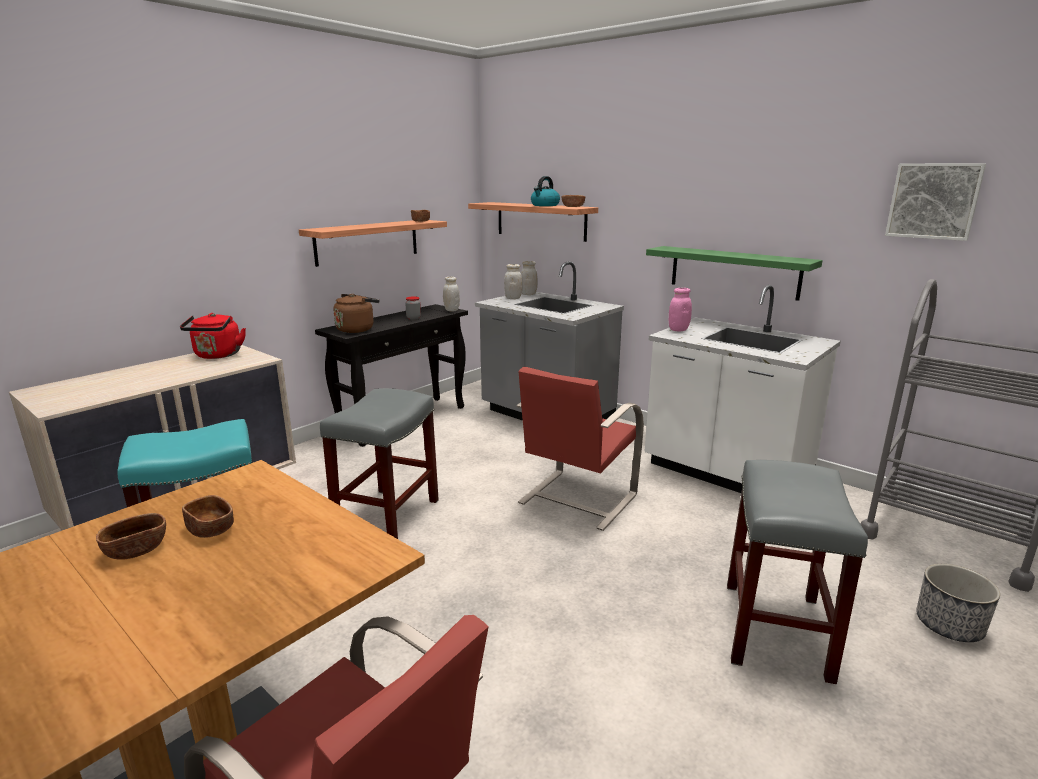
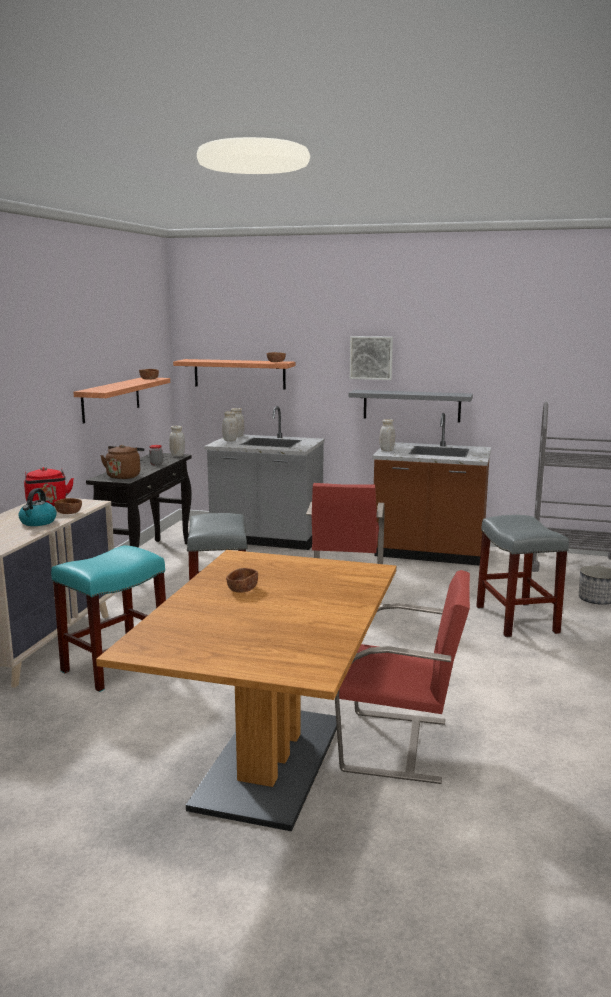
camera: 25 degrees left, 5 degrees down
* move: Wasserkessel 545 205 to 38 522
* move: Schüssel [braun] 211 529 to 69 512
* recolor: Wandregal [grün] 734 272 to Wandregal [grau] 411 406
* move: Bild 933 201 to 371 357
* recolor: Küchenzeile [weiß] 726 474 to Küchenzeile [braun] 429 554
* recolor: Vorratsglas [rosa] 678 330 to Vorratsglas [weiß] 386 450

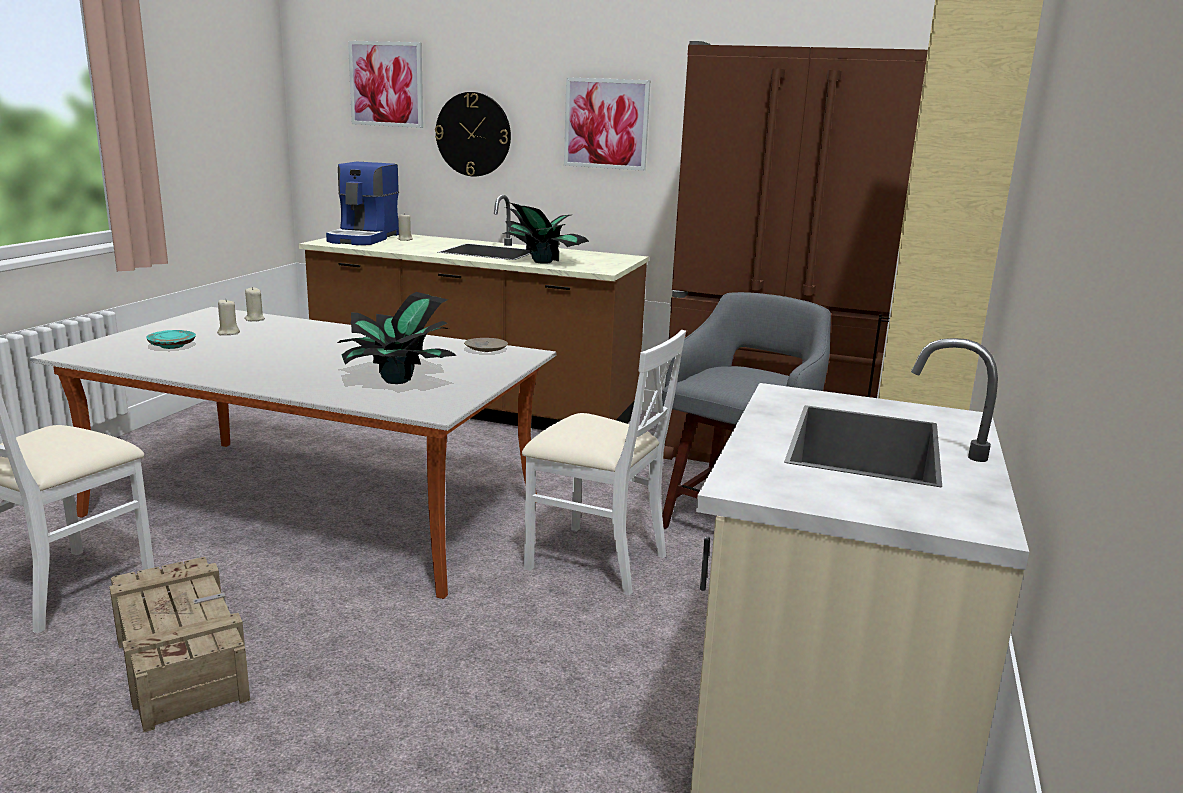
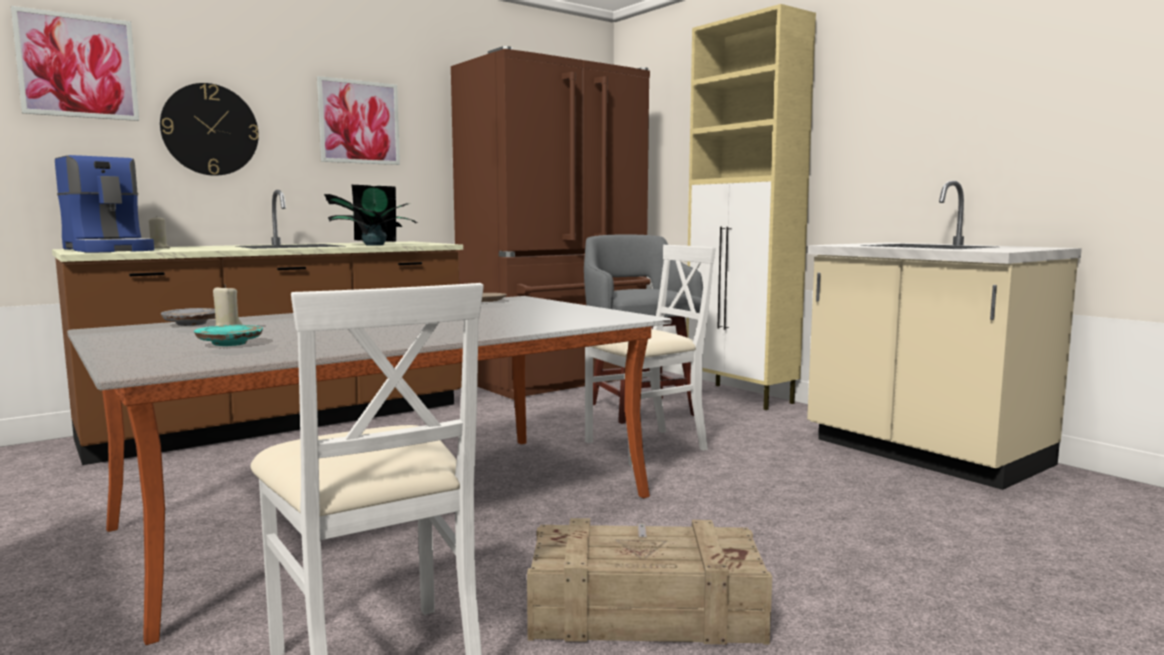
camera: 55 degrees left, 10 degrees down
* replace: Kerze [beige] 254 319 to Teller [grau] 192 324
* delete: Topfpflanze 397 381

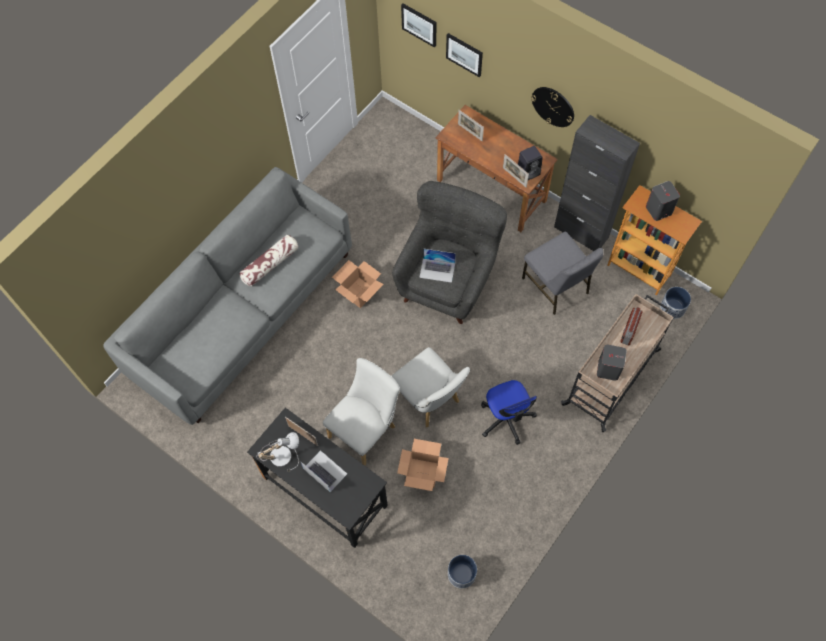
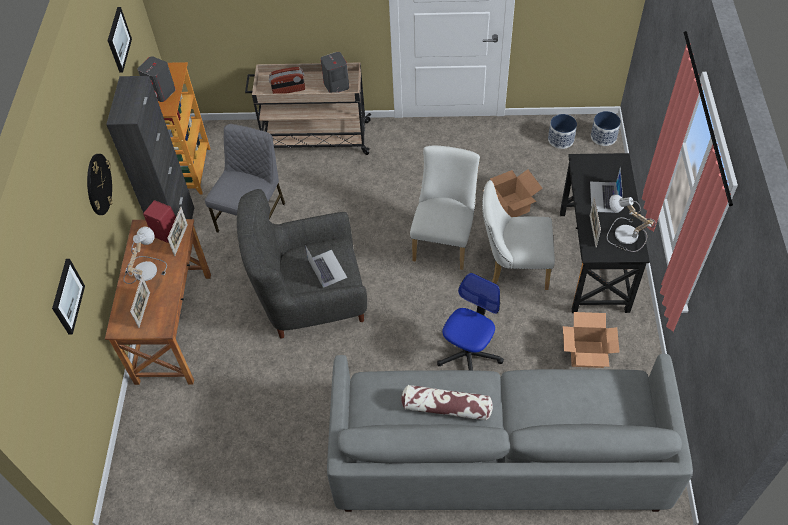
camera: 125 degrees left, 10 degrees down
* move: Bild 419 24 to 118 39
* insert: Tischlampe 144 270
* recolor: Lautsprecher [schwarz] 529 172 to Lautsprecher [rot] 165 232
* move: Bürostuhl 506 419 to 468 354
* move: Karton 359 293 to 587 354
* move: Pflanzkübel 672 308 to 603 136

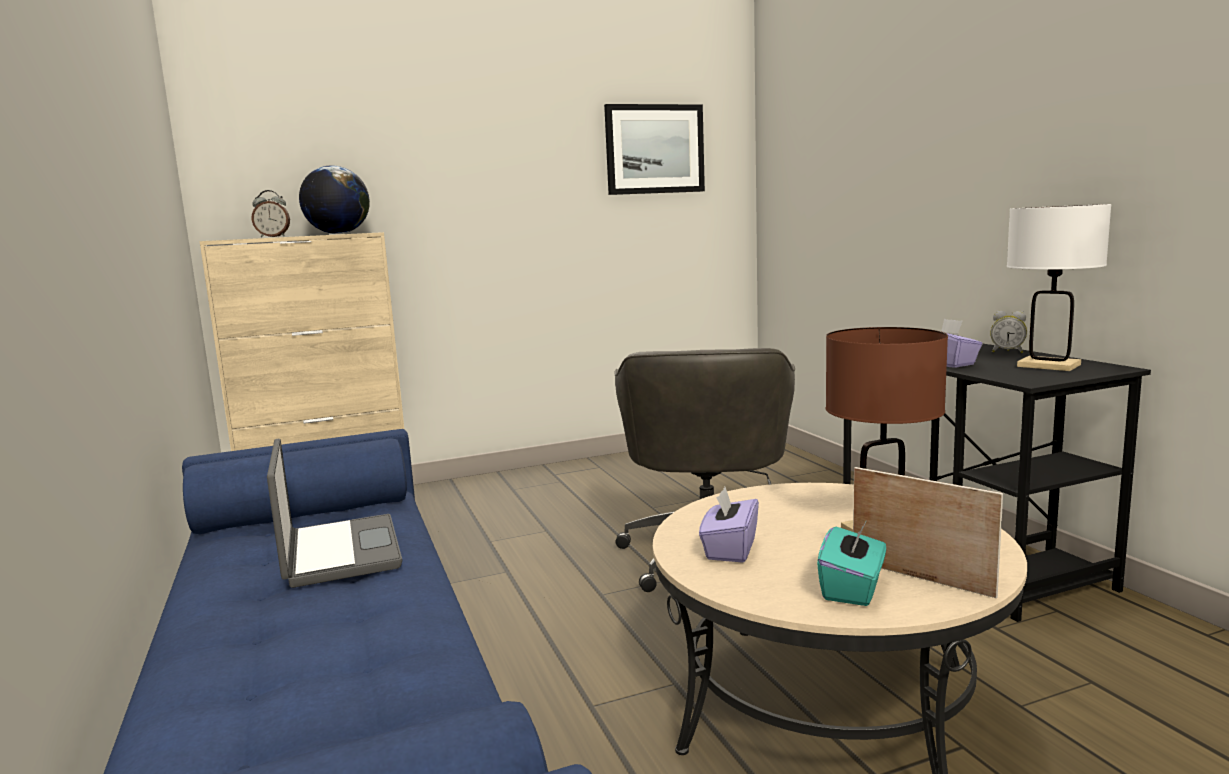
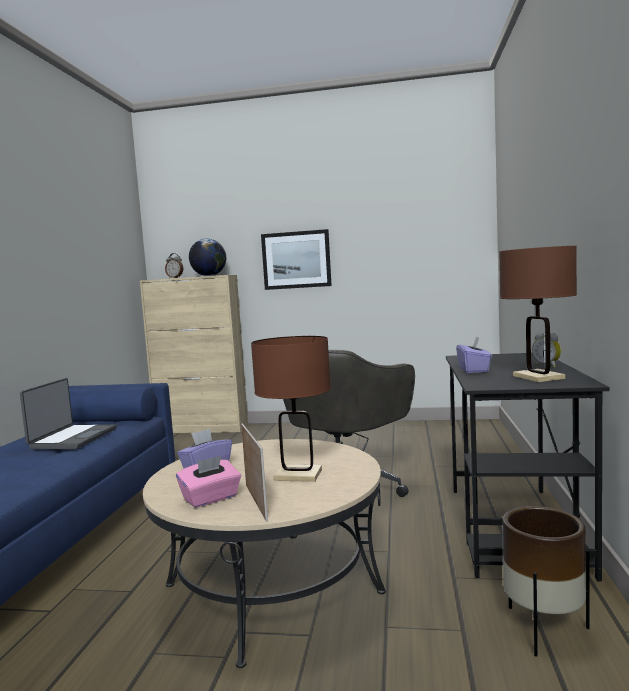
camera: 30 degrees right, 5 degrees down
* recolor: Taschentuchbox [türkis] 852 589 to Taschentuchbox [rosa] 211 499
* move: Bild 654 149 to 296 260
* recolor: Tischlampe [weiß] 1048 365 to Tischlampe [braun] 538 377
* insert: Pflanzkübel [braun] 543 629

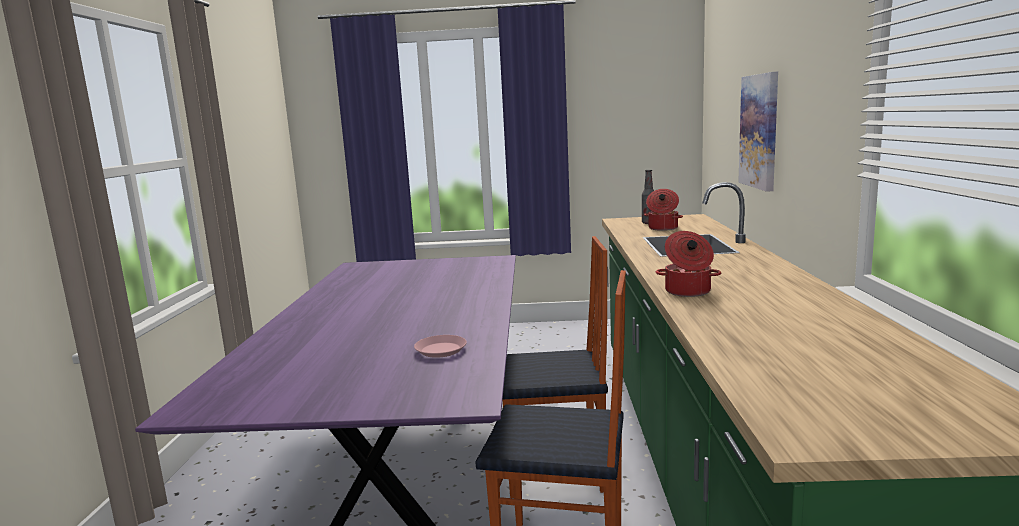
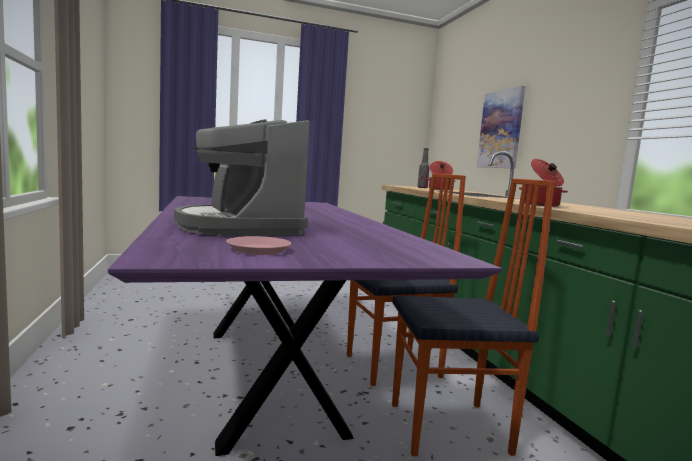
camera: 20 degrees left, 5 degrees down
* insert: Kaffeemaschine 240 227
* move: Teller [rosa] 441 350 to 258 250

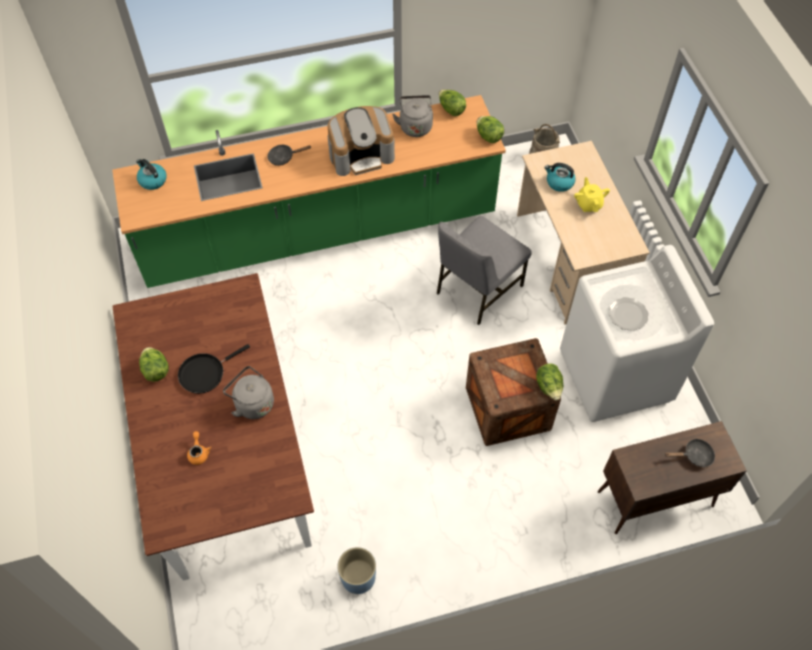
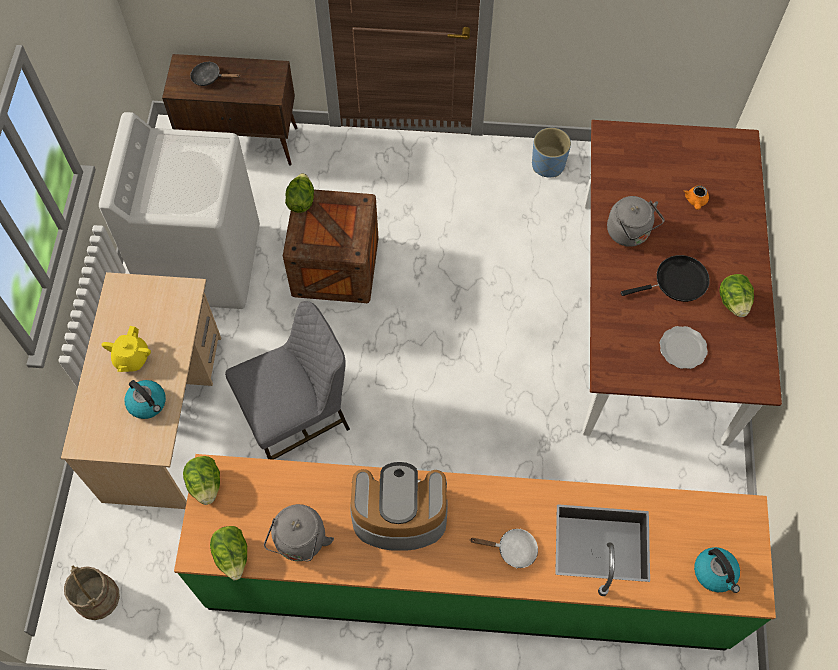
camera: 160 degrees left, 5 degrees up
* recolor: Pfanne [schwarz] 284 157 to Pfanne [weiß] 512 550
* move: Teller 628 314 to 682 348

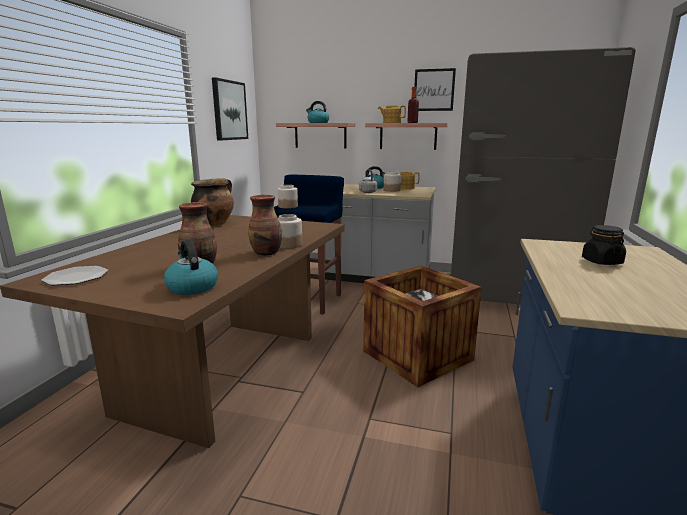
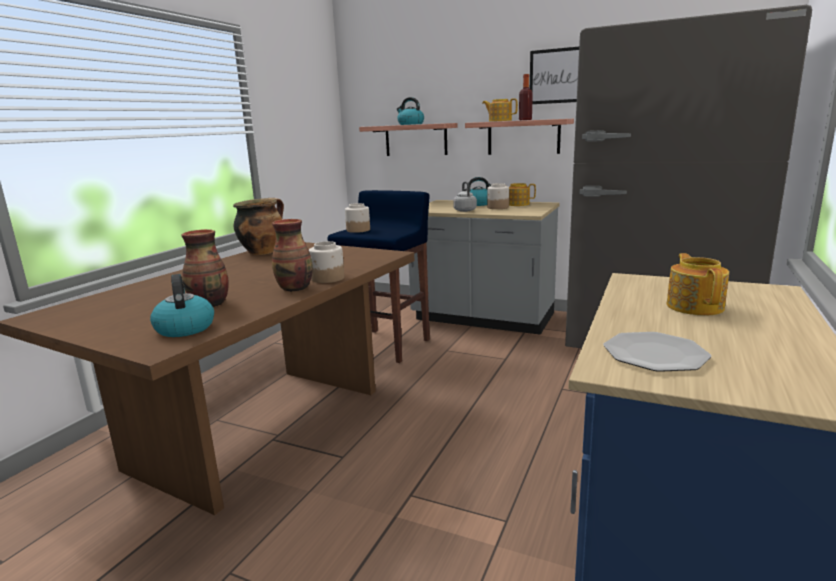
camera: 10 degrees right, 0 degrees up
* move: Teller 76 277 to 655 354
* replace: Vorratsglas [schwarz] 601 261 to Teekanne 695 306
* delete: Bild 229 110
* delete: Kiste 417 355

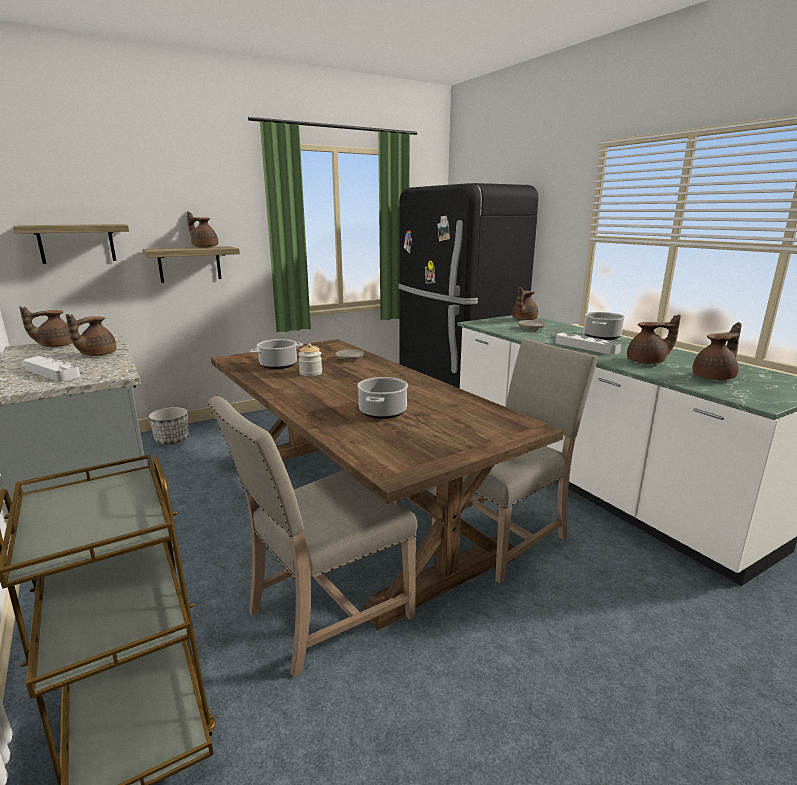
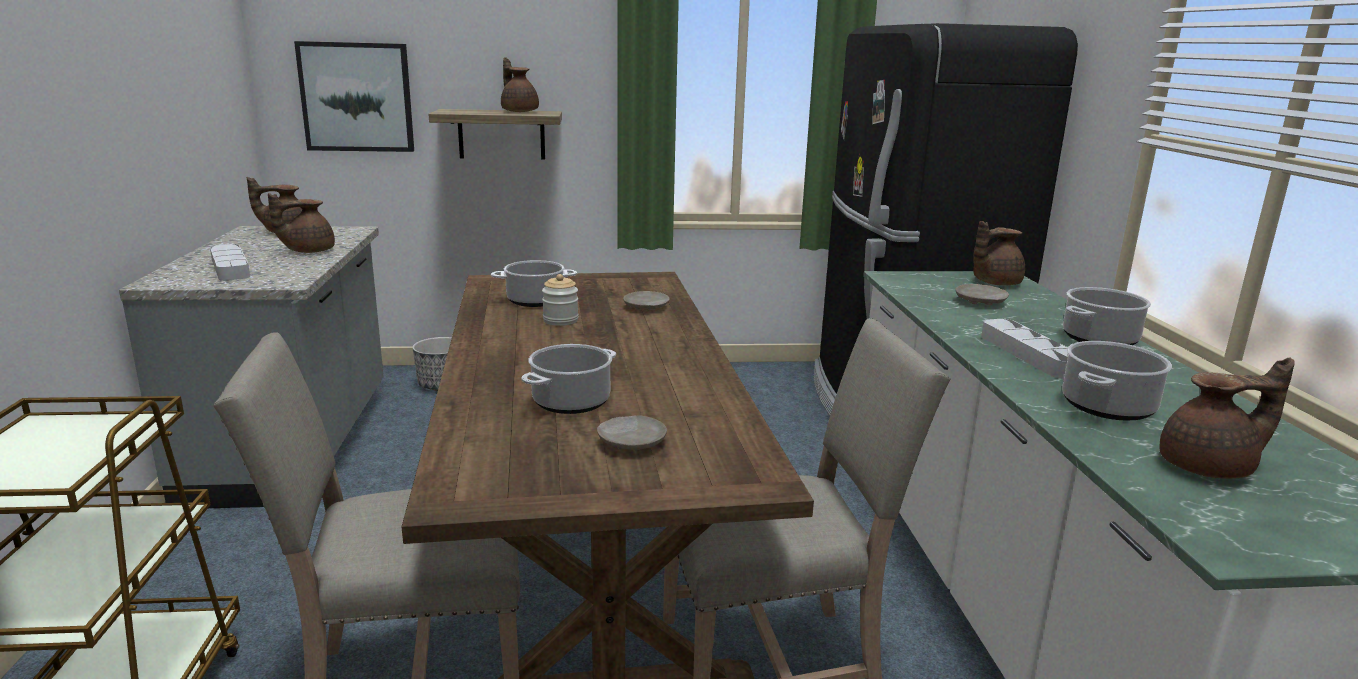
camera: 25 degrees right, 0 degrees up
* replace: Wandregal 76 243 to Bild 357 97
* insert: Teller [beige] 632 443
* replace: Teekanne [braun] 647 362 to Kochtopf 1108 407

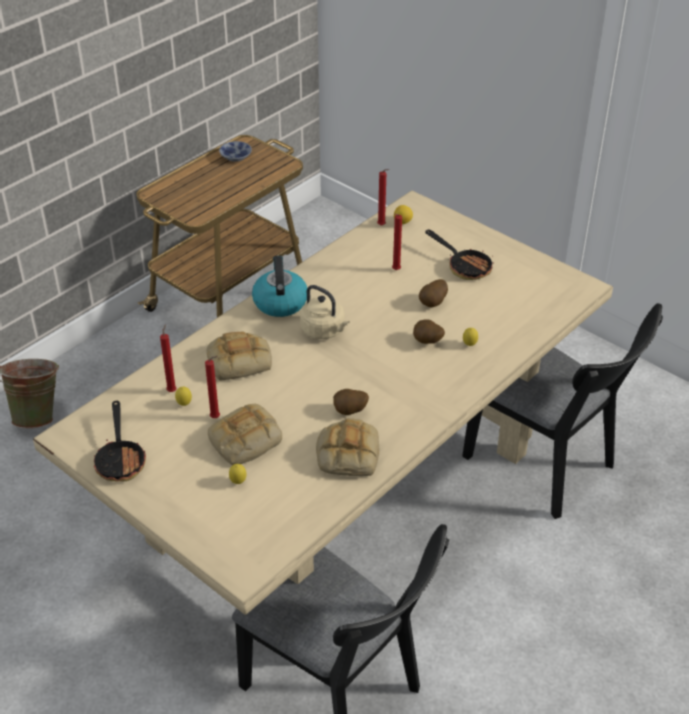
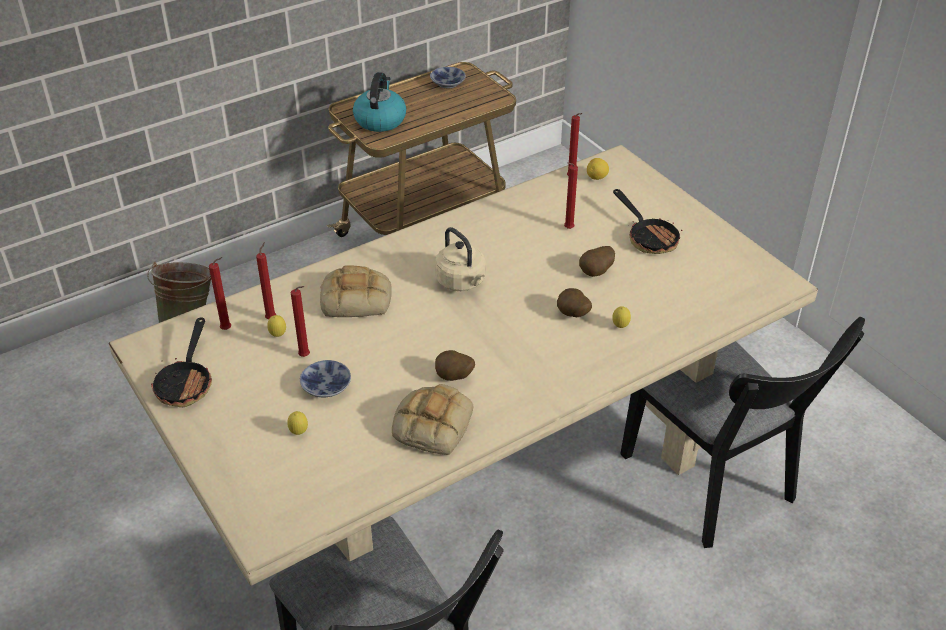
camera: 15 degrees right, 0 degrees up
* insert: Kerze [rot] 228 329
* replace: Brot 245 441 to Schüssel 325 388
* move: Wasserkessel 280 302 to 380 120

